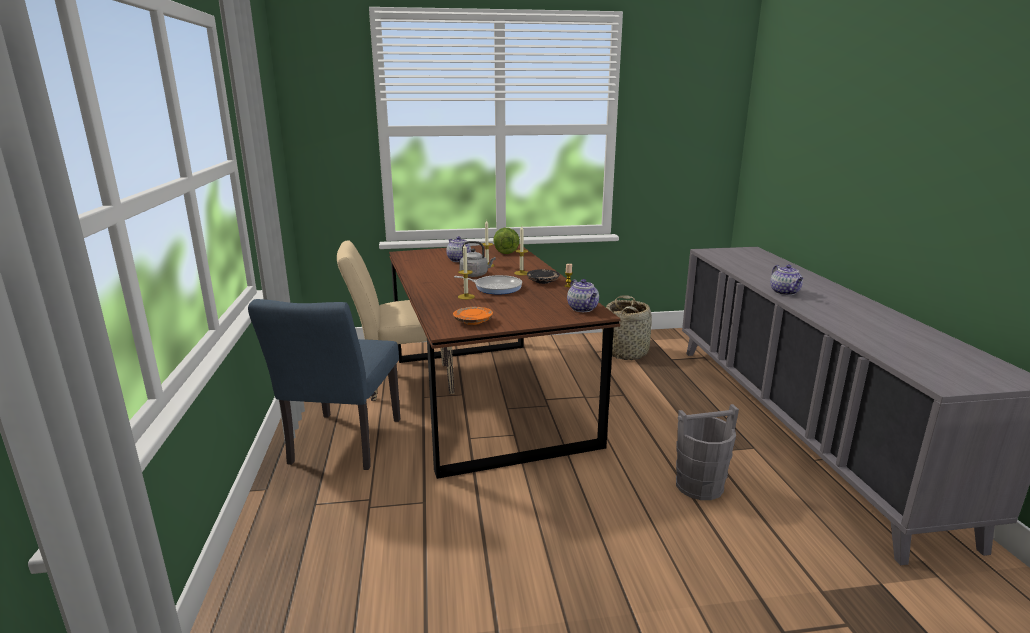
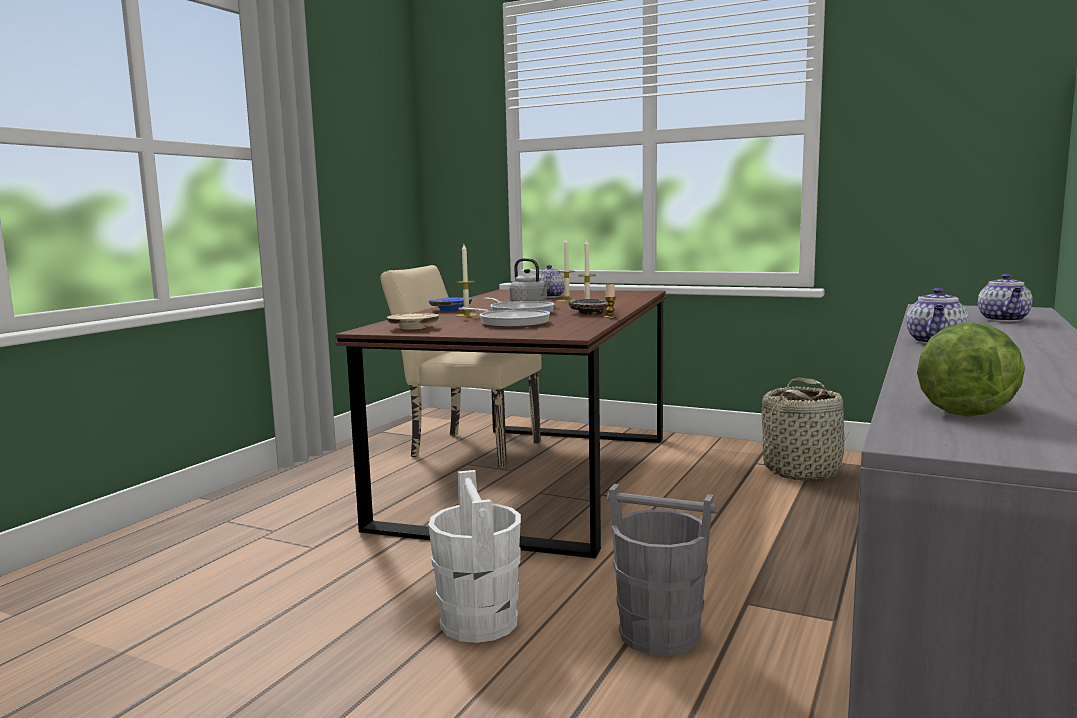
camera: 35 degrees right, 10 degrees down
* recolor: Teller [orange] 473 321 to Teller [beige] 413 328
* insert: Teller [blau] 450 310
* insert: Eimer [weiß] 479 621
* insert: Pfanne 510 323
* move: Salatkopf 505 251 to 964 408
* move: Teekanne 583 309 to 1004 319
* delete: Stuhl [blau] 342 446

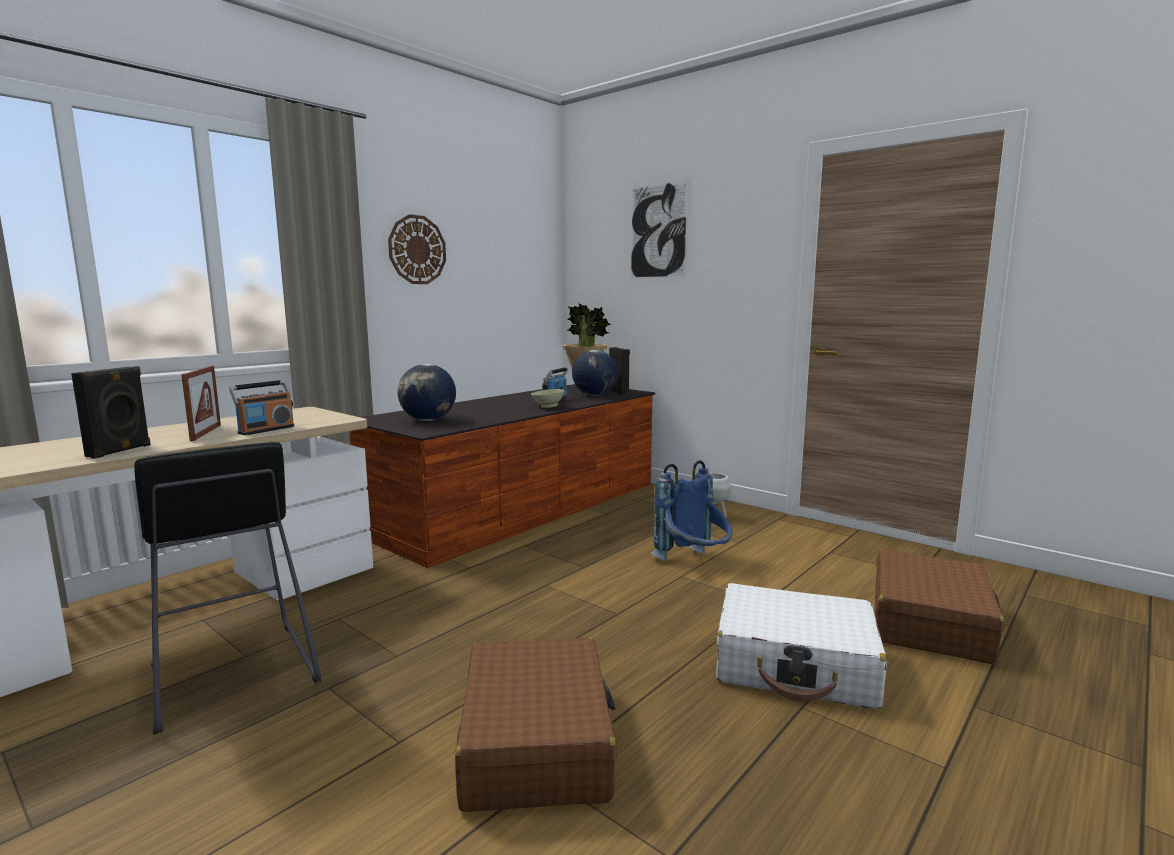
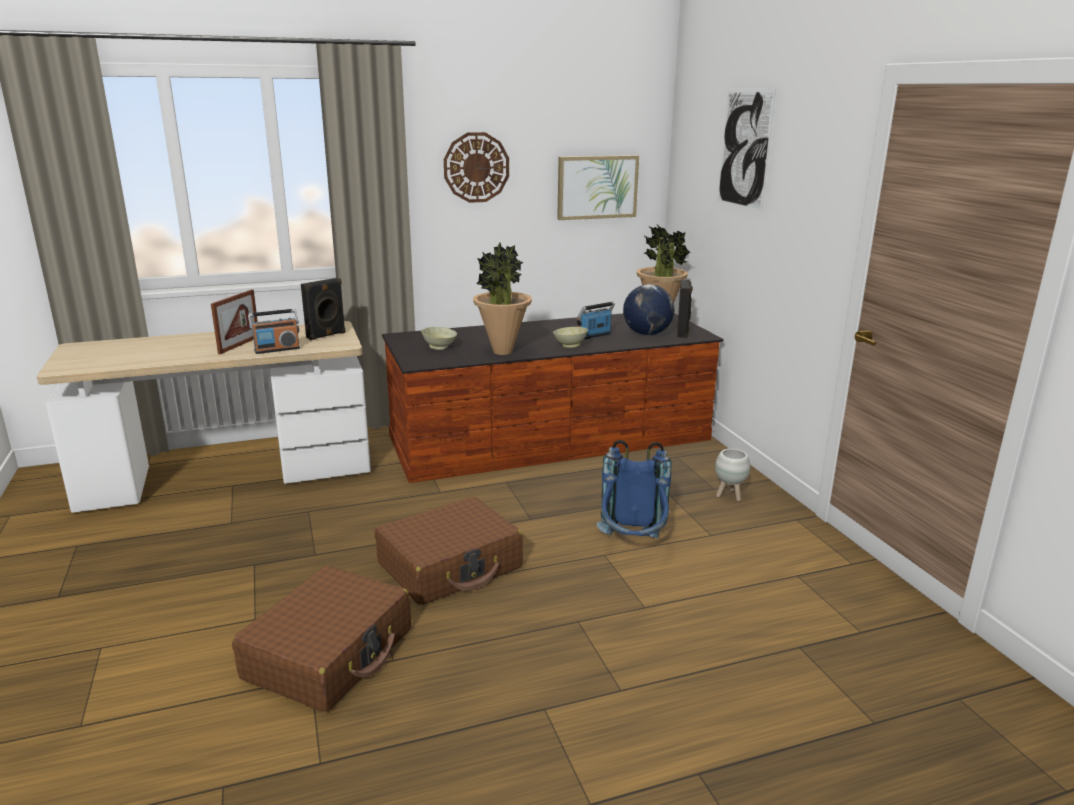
camera: 30 degrees right, 10 degrees up
* move: Lautsprecher [schwarz] 120 451 to 326 335
* move: Koffer [braun] 929 623 to 450 566
* replace: Globus 428 420 to Schüssel [beige] 439 348
* insert: Topfpflanze 502 352
* insert: Bild 597 187
* delete: Hocker [schwarz] 232 674
* delete: Koffer [weiß] 796 665

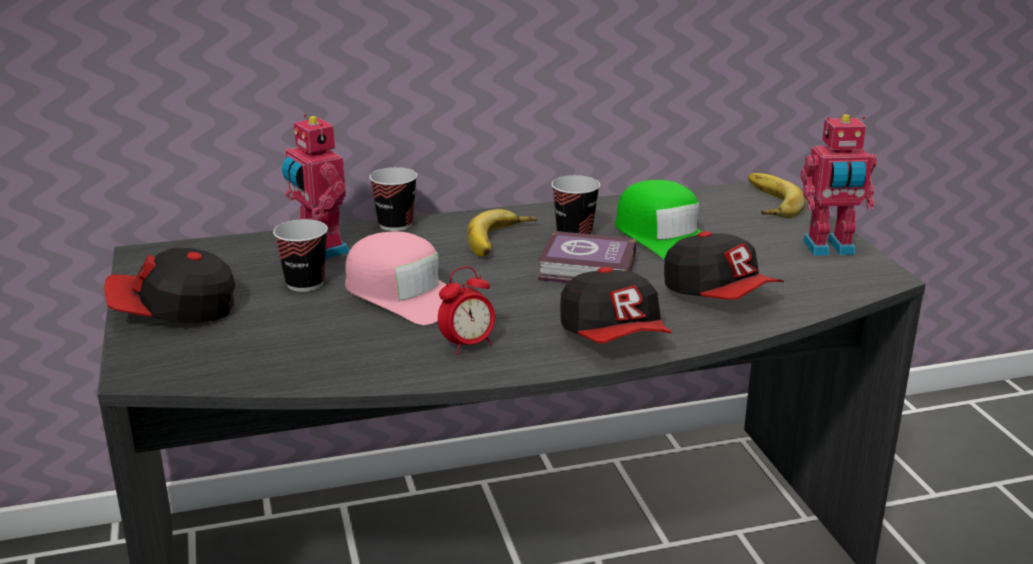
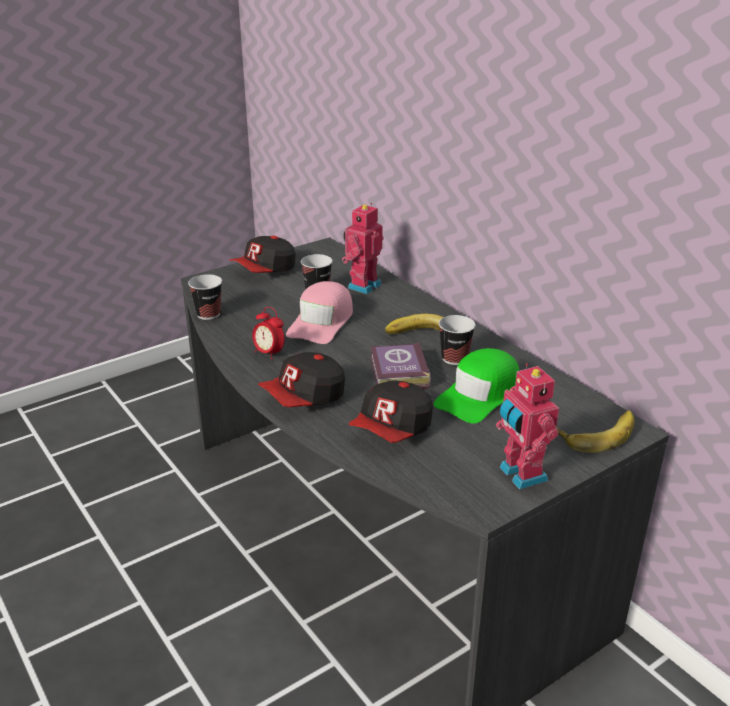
camera: 70 degrees right, 5 degrees up
* move: Tasse 395 225 to 208 314
* rotate: Kappe 174 312 = 265 270 105 degrees counterclockwise

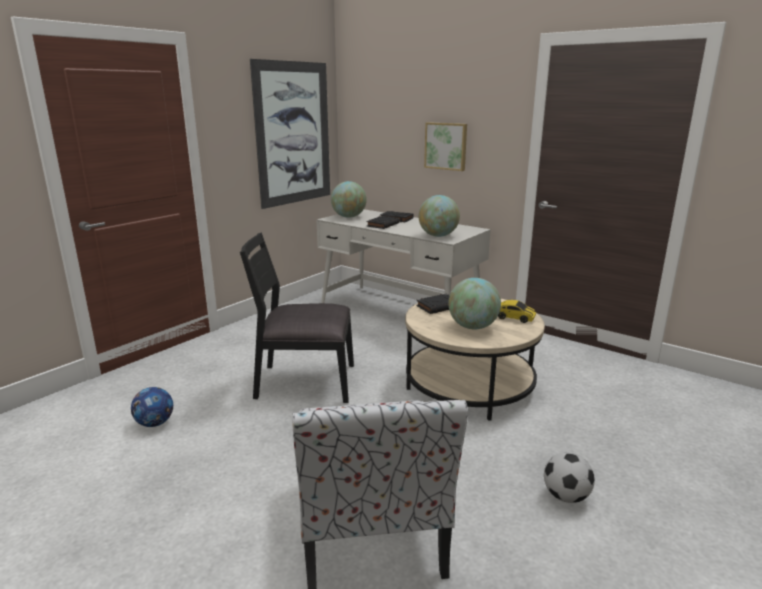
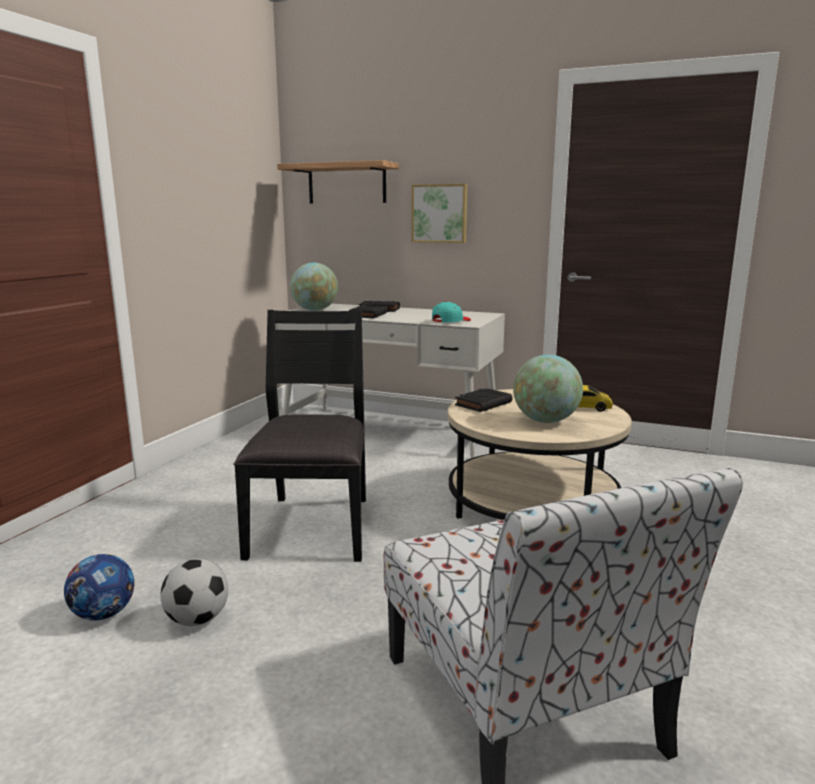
camera: 15 degrees left, 5 degrees down
* move: Fußball 566 496 to 197 619
* rotate: Stuhl [schwarz] 305 382 = 312 526 105 degrees clockwise
* insert: Wandregal 346 184
* replace: Globus 438 236 to Kappe [türkis] 450 321
* delete: Bild 293 134

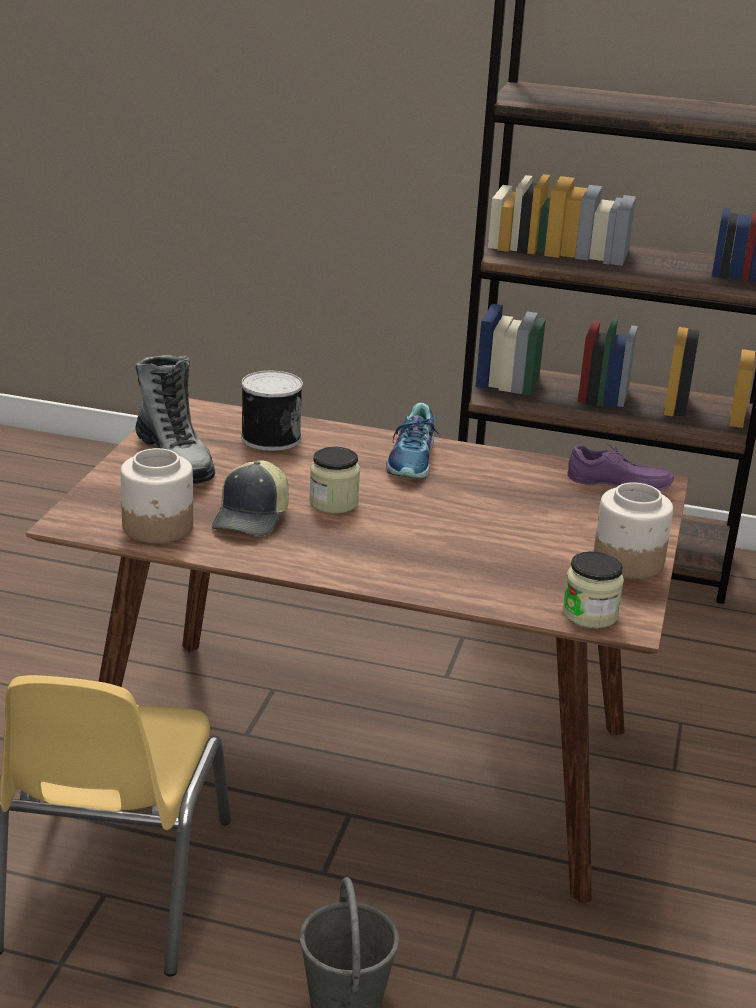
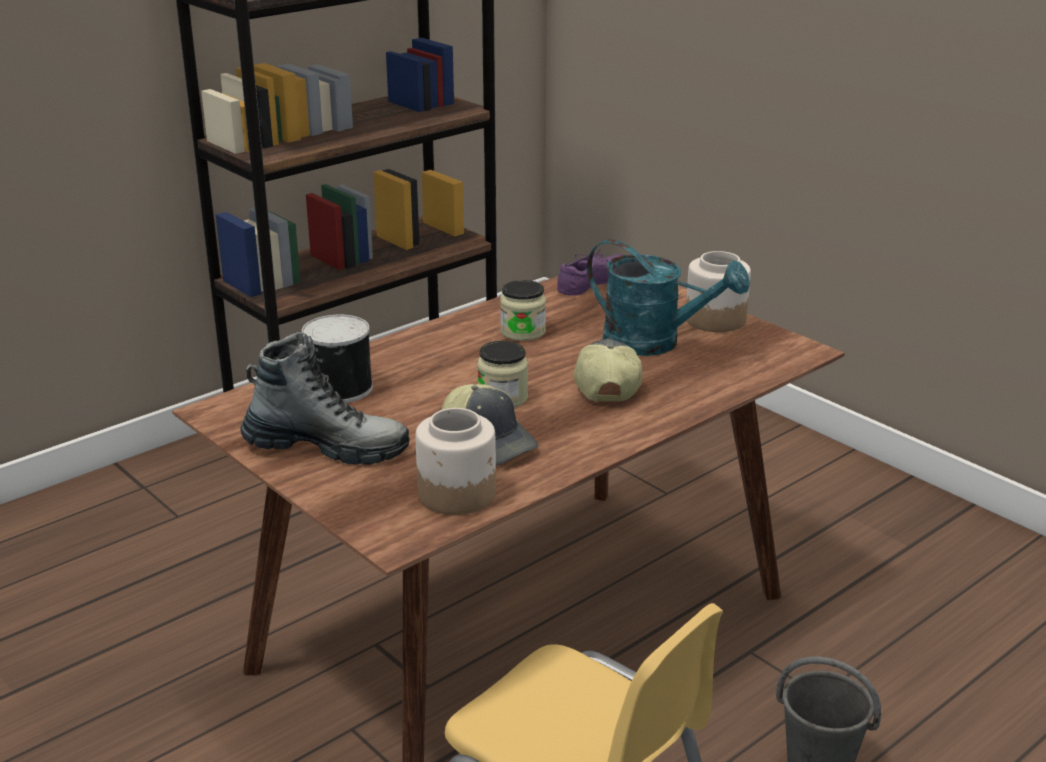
camera: 55 degrees left, 0 degrees up
* move: Vorratsglas 590 614 to 523 332
* insert: Kappe 605 384
* insert: Gießkanne [türkis] 655 343
* delete: Schuh 413 460

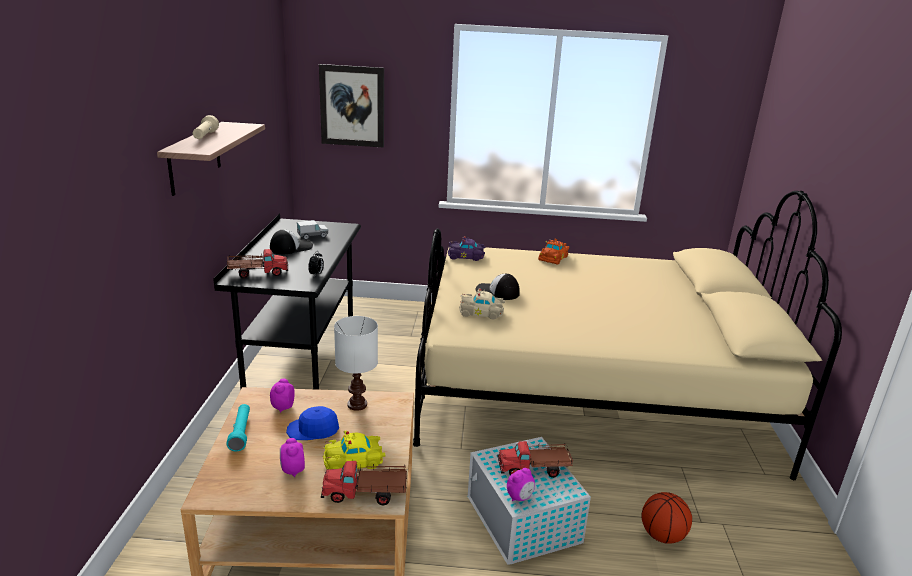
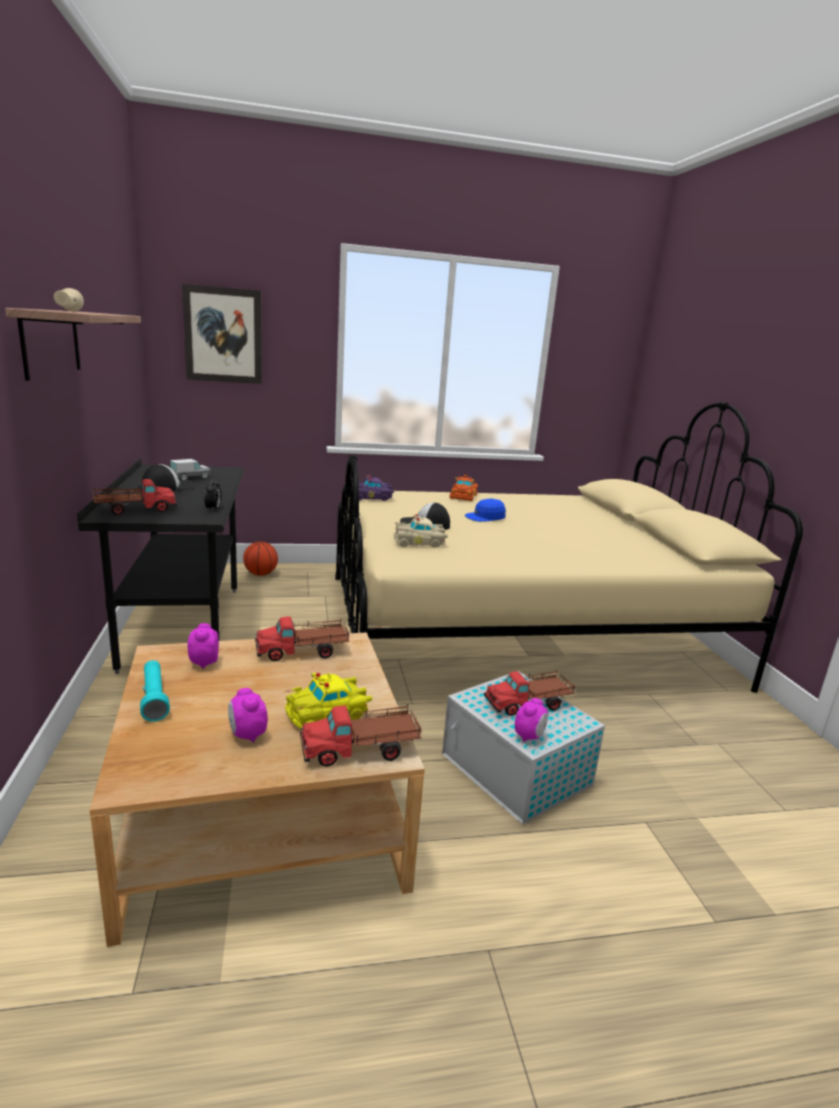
camera: 15 degrees left, 5 degrees down
* move: Basketball 662 536 to 260 574
* replace: Tischlampe [weiß] 357 405 to Spielzeuglaster 303 651
* move: Kappe [blau] 313 430 to 485 517

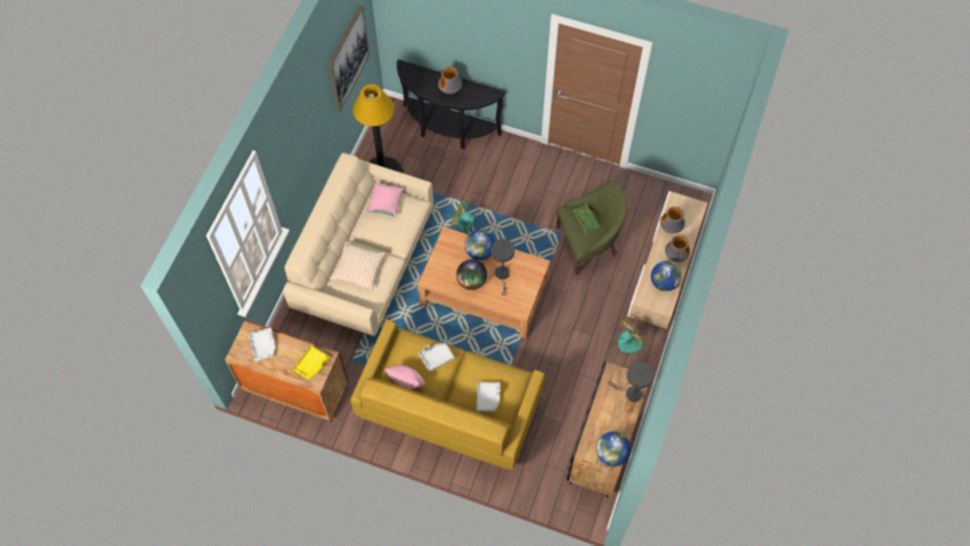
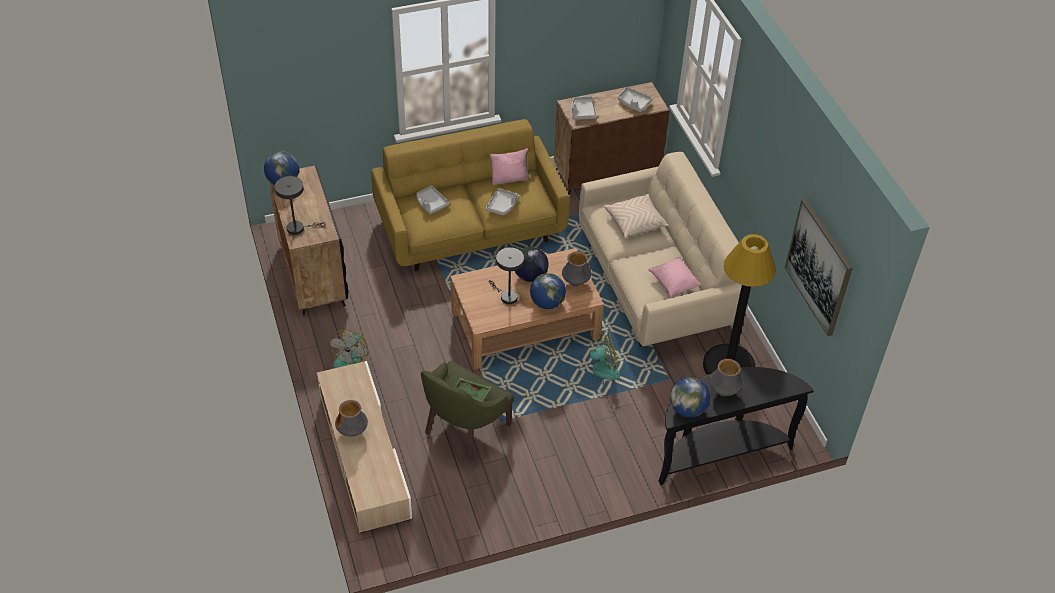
camera: 140 degrees right, 15 degrees down
* move: Vase 670 228 to 575 282
* recolor: Tablett [gelb] 312 365 to Tablett [grau] 583 112
* move: Globus 663 283 to 687 409

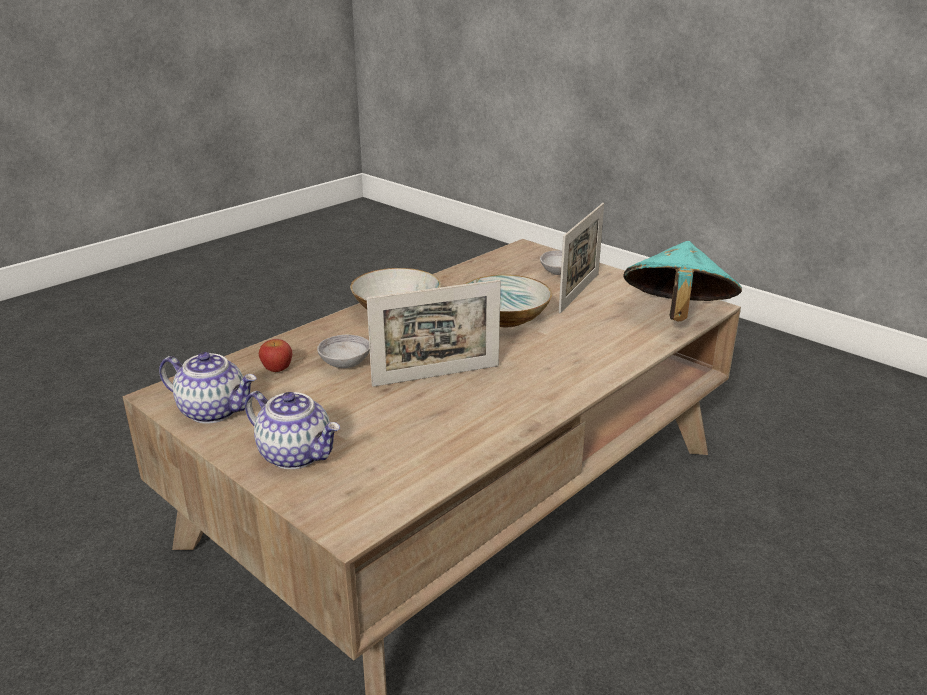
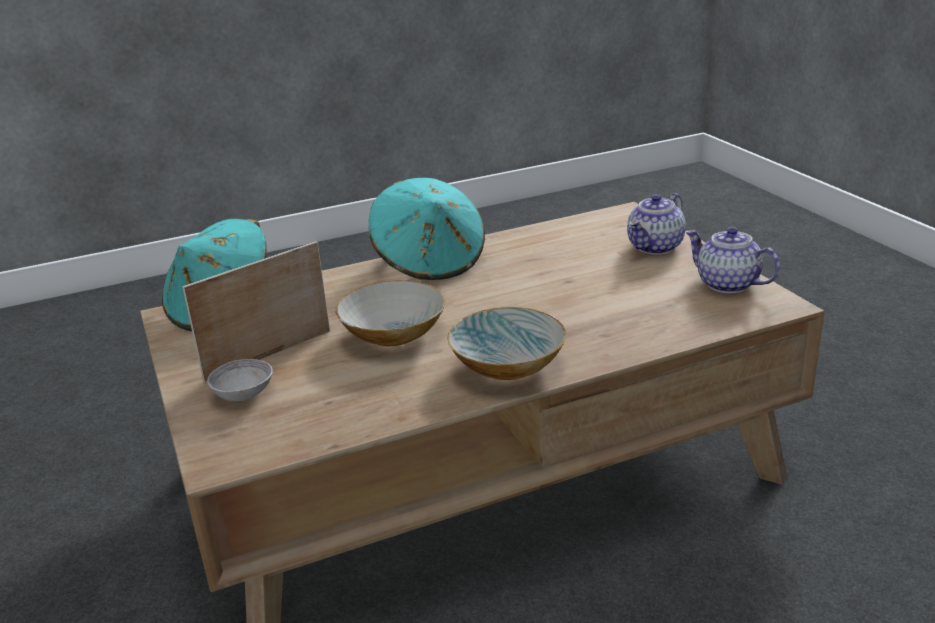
camera: 155 degrees left, 0 degrees up
* insert: Hut [türkis] 429 262
* rotate: Teekanne 297 454 = 655 247 105 degrees counterclockwise
* delete: Apfel 277 369
* delete: Schüssel [grau] 345 363
* delete: Bilderrahmen 436 375

